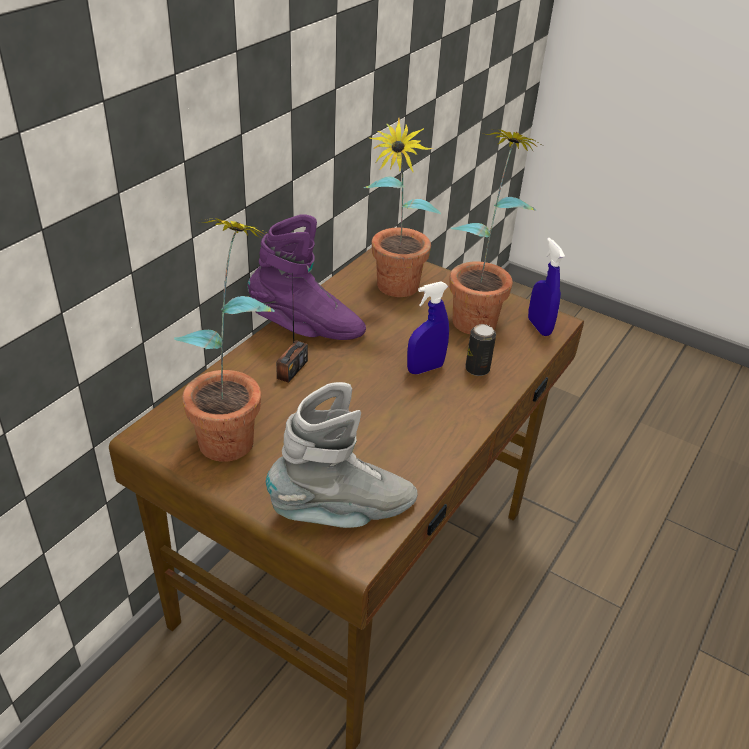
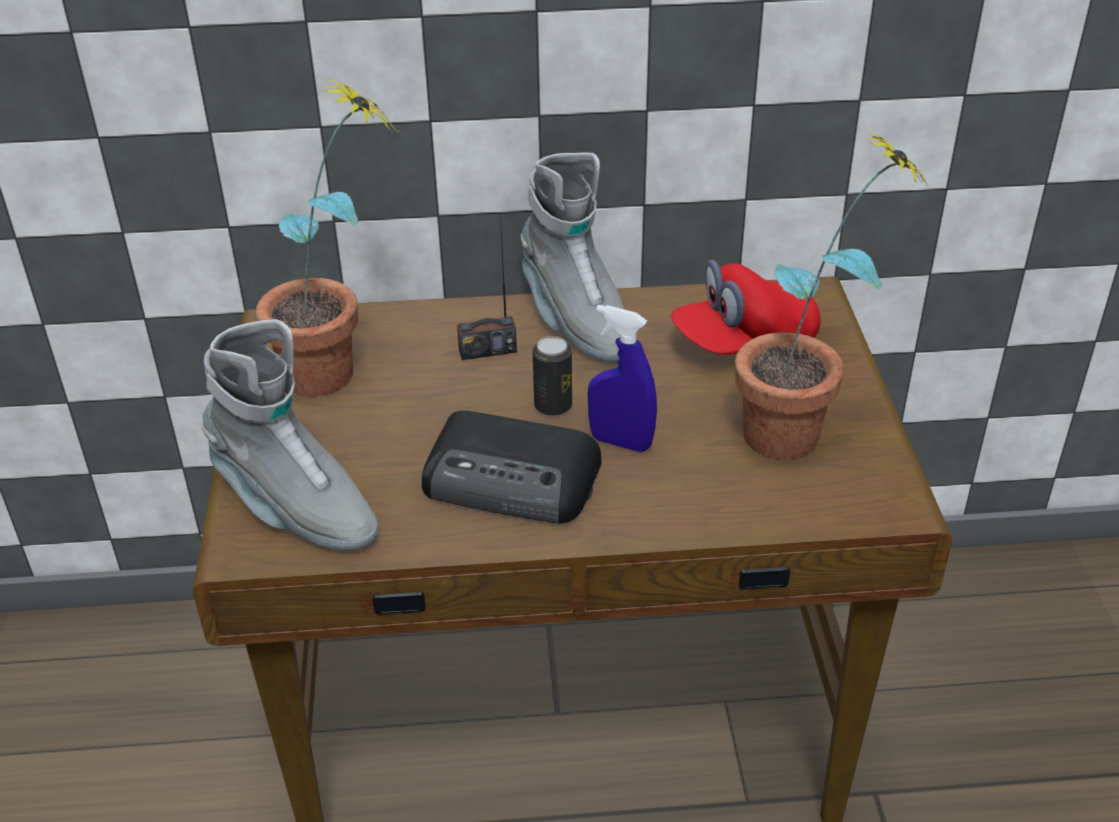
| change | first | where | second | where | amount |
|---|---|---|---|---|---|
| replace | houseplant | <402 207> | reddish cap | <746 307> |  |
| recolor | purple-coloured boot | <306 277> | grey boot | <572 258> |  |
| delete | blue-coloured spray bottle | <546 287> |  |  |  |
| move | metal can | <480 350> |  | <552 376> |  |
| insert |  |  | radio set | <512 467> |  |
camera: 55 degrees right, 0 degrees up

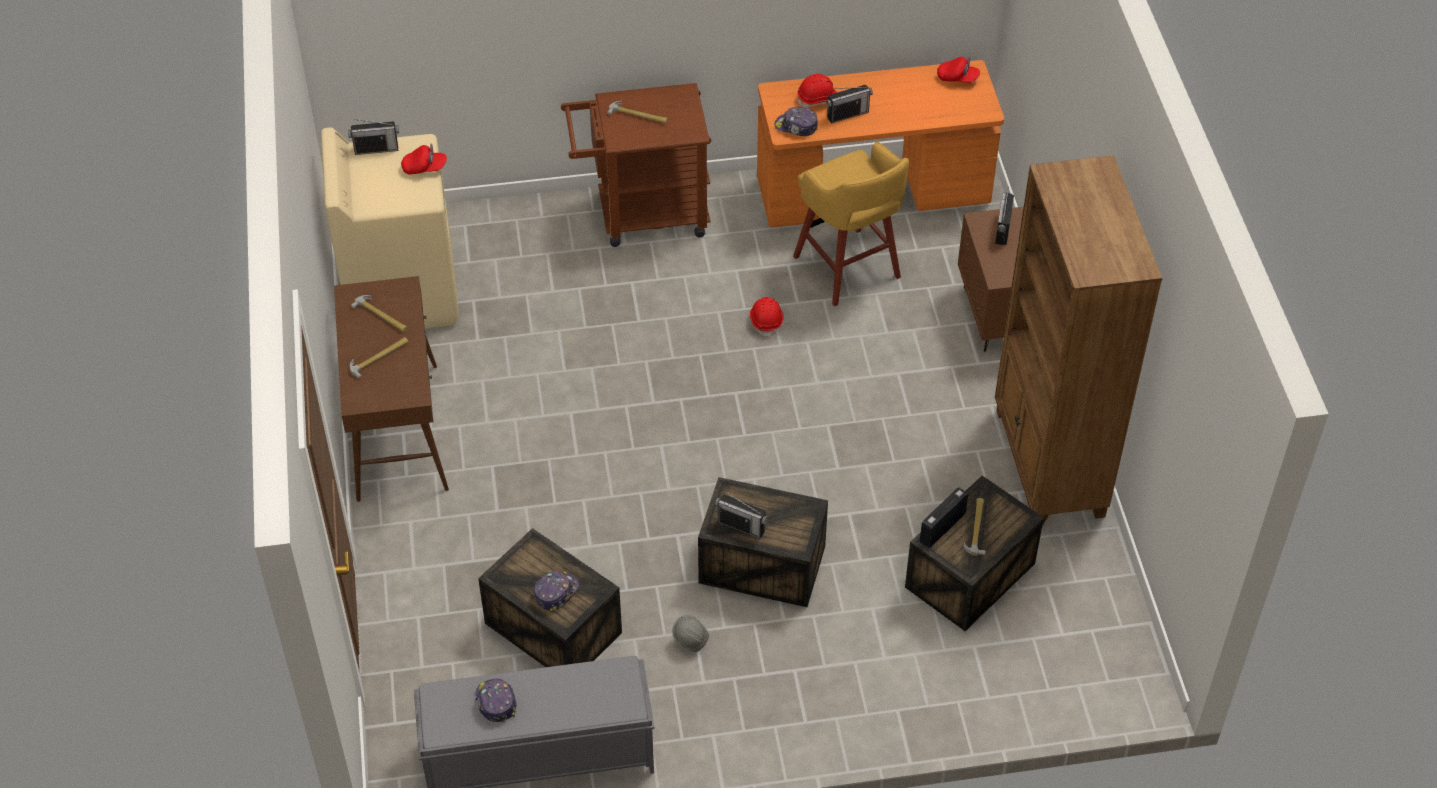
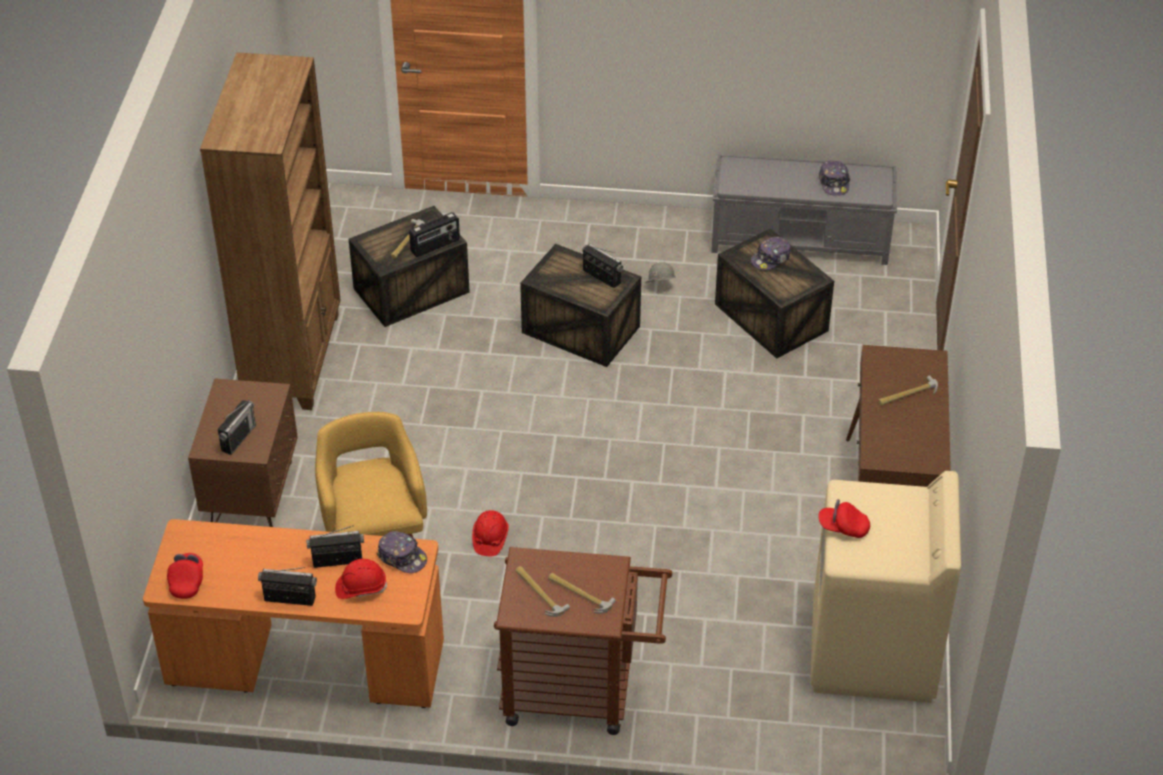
| change | first | where | second | where | amount |
|---|---|---|---|---|---|
| rotate | reddish cap | <958 70> |  | <185 576> | 60 degrees clockwise |
| move | radio set | <373 137> |  | <287 586> |  |
| move | tool hammer | <379 313> |  | <542 591> |  |
camera: 165 degrees left, 5 degrees down

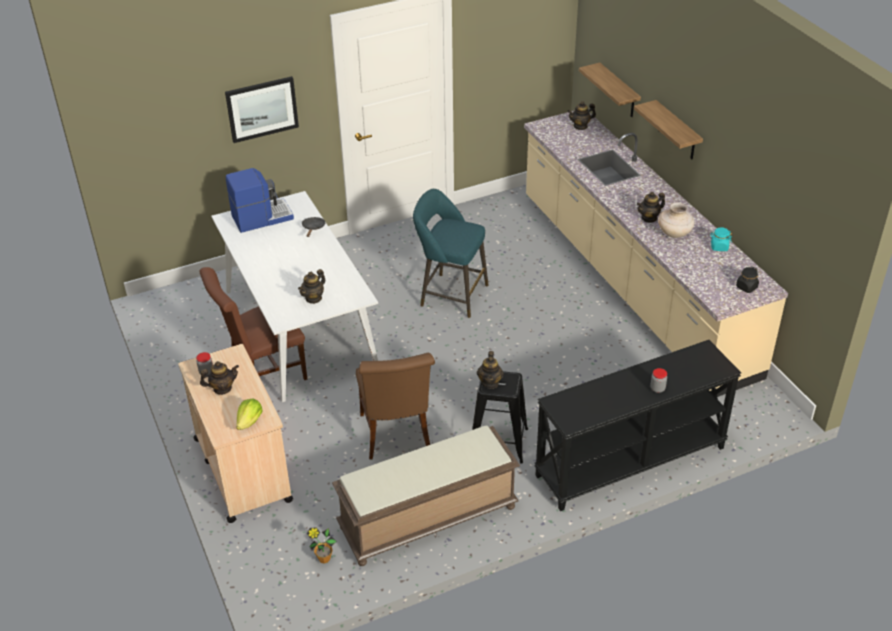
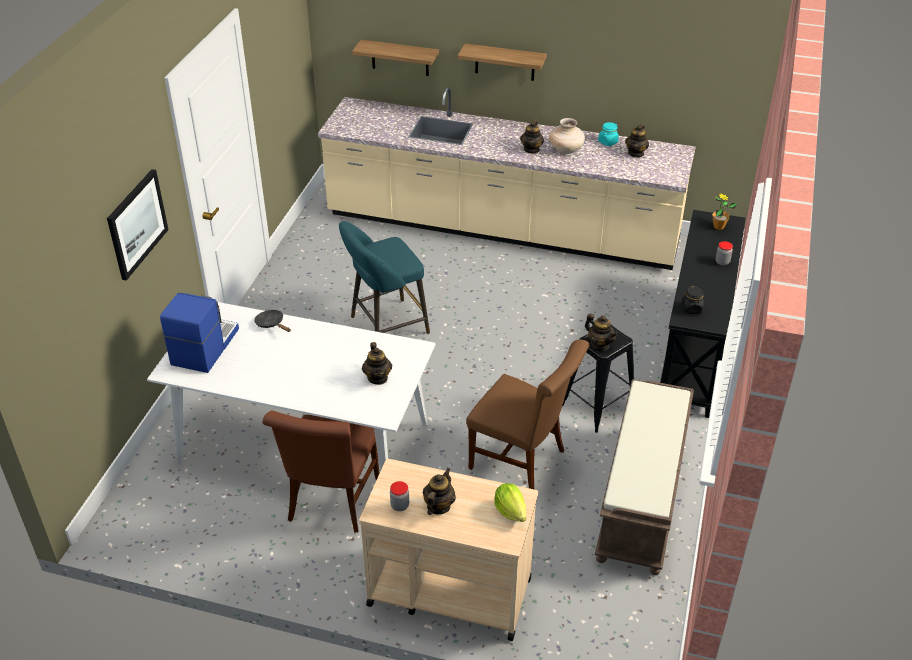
| change | first | where | second | where | amount |
|---|---|---|---|---|---|
| move | pot for tea | <581 115> |  | <637 141> |  |
| move | black-coloured storage jar | <747 280> |  | <693 300> |  |
| move | houseplant | <321 545> |  | <724 211> |  |
camera: 50 degrees left, 0 degrees up

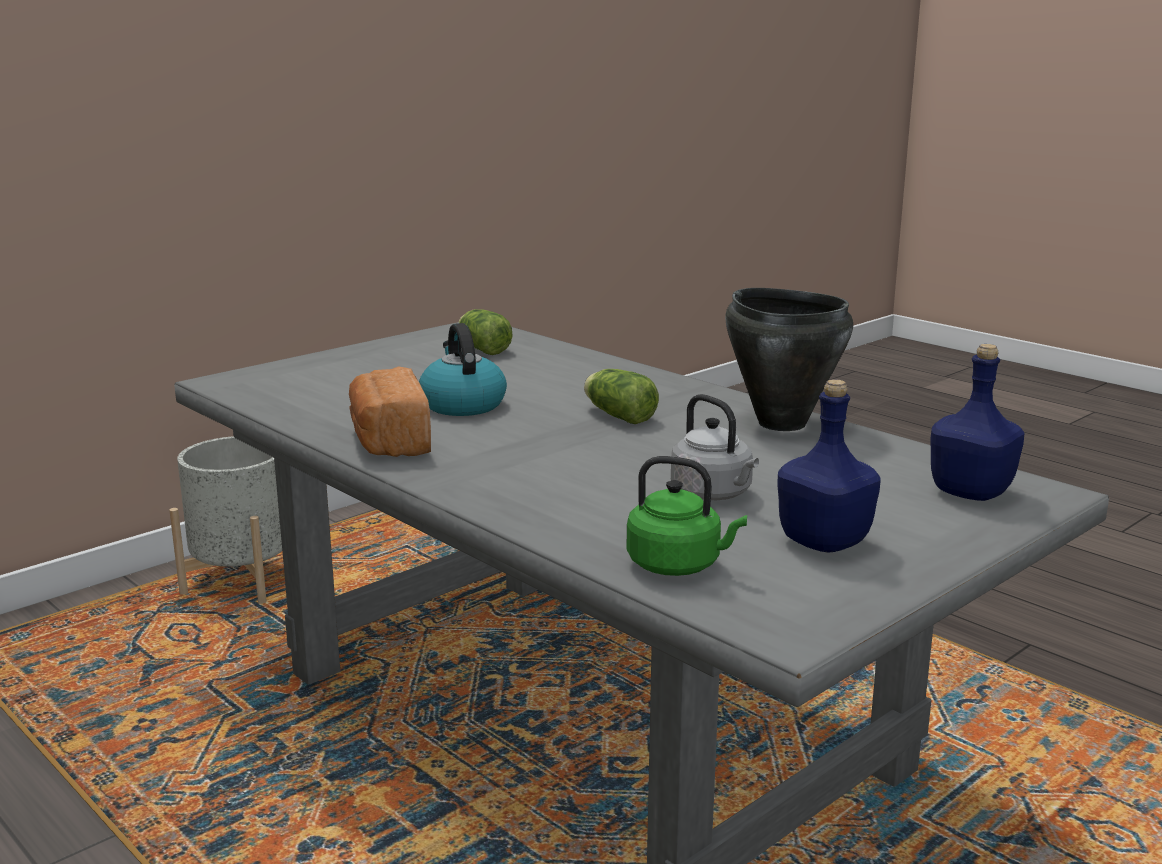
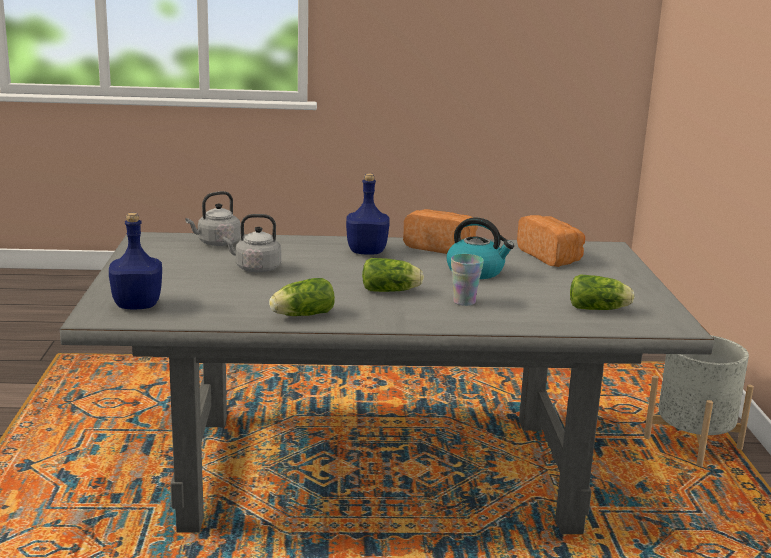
| change | first | where | second | where | amount |
|---|---|---|---|---|---|
| replace | black-coloured stockpot | <789 359> | head of lettuce | <302 297> |  |
| move | blue-coloured beverage bottle | <829 466> |  | <367 214> |  |
| recolor | green water kettle | <686 516> | grey water kettle | <213 218> |  |
| insert |  |  | bread | <551 241> |  |
| insert |  |  | small cup | <467 280> |  |
camera: 130 degrees right, 0 degrees up

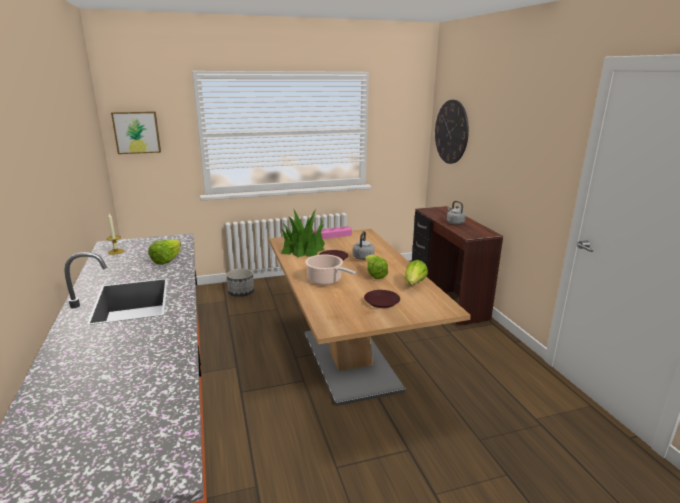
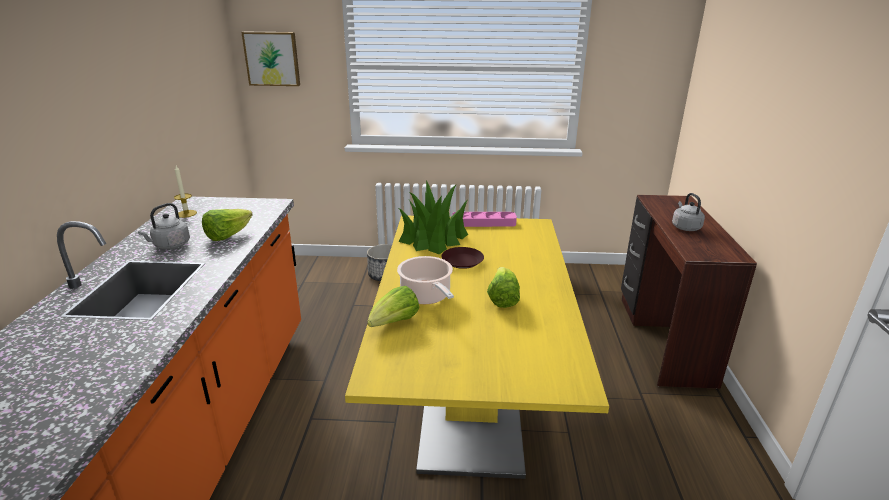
| change | first | where | second | where | amount |
|---|---|---|---|---|---|
| delete | wall clock | <452 132> |  |  |  |
| recolor | brown-coloured dining table | <370 317> | yellowish dining table | <477 347> |  |
| move | grey water kettle | <364 245> |  | <164 226> |  |
| move | head of lettuce | <416 272> |  | <393 306> |  |
| delete | brown-coloured flat dish | <382 299> |  |  |  |
camera: 20 degrees right, 5 degrees up

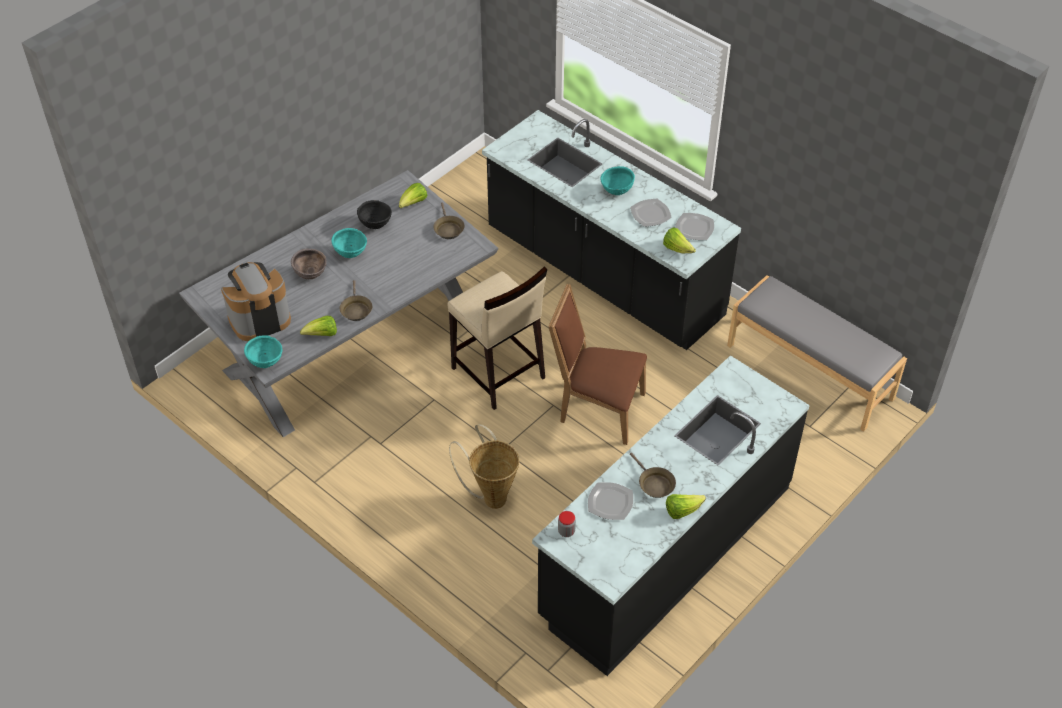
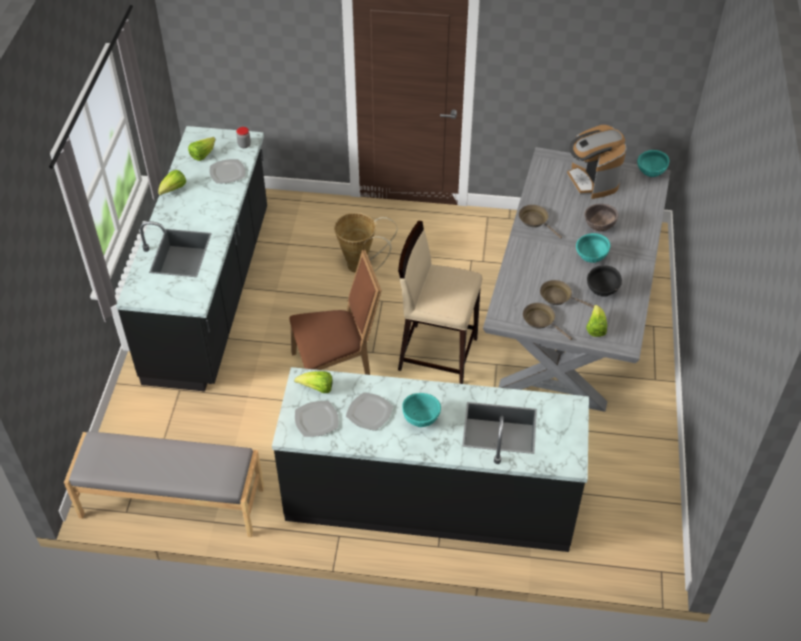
| change | first | where | second | where | amount |
|---|---|---|---|---|---|
| rotate | coffee machine | <256 301> |  | <597 162> | 135 degrees clockwise |
| move | head of lettuce | <318 326> |  | <202 149> |  |
| move | turquoise serving bowl | <263 351> |  | <653 163> |  |
| move | brown-coloured frying pan | <653 475> |  | <567 294> |  |
camera: 145 degrees right, 0 degrees up

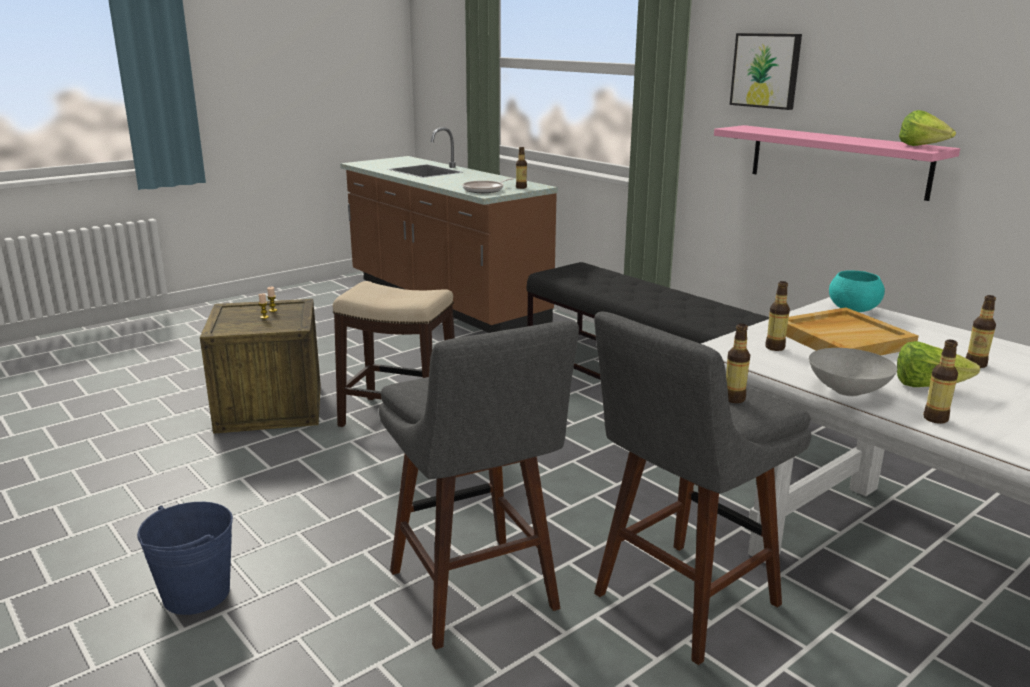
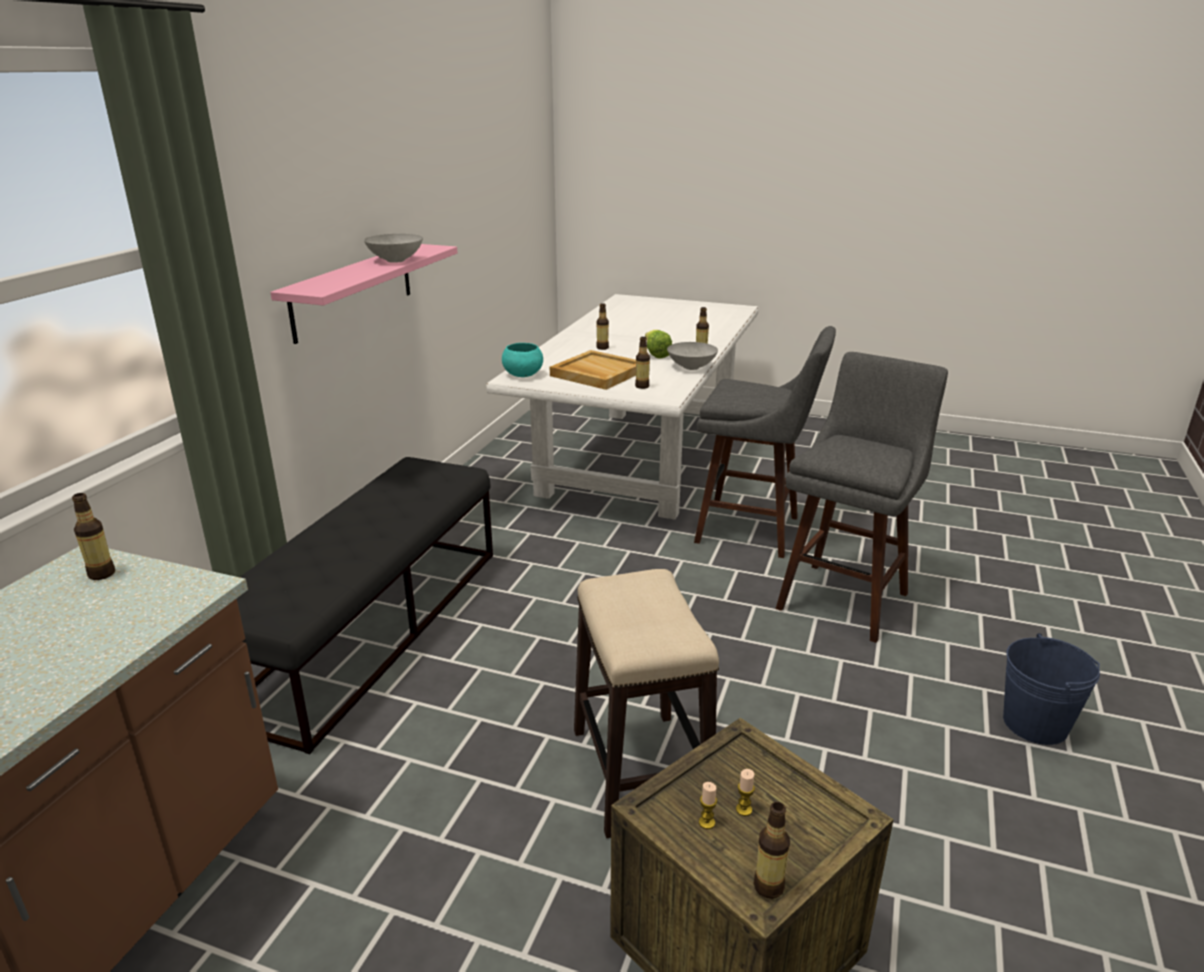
| change | first | where | second | where | amount |
|---|---|---|---|---|---|
| delete | wall art | <766 71> |  |  |  |
| delete | head of lettuce | <927 128> |  |  |  |
| delete | frying pan | <488 185> |  |  |  |
| move | beverage bottle | <738 363> |  | <772 850> |  |
| insert |  |  | grey serving bowl | <393 248> |  |
camera: 120 degrees left, 5 degrees up

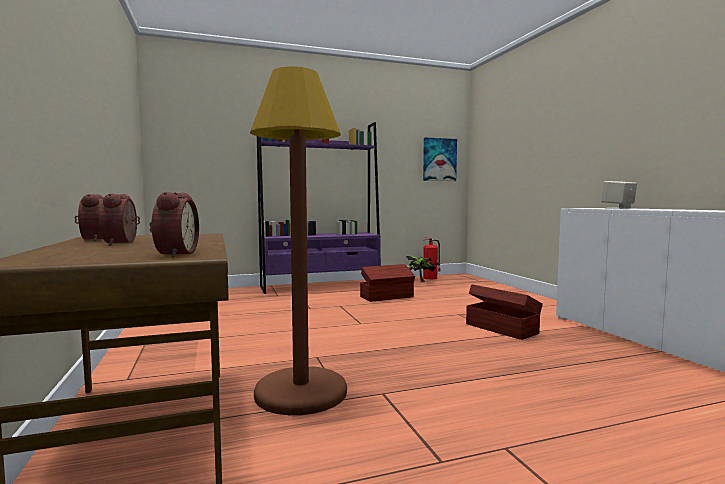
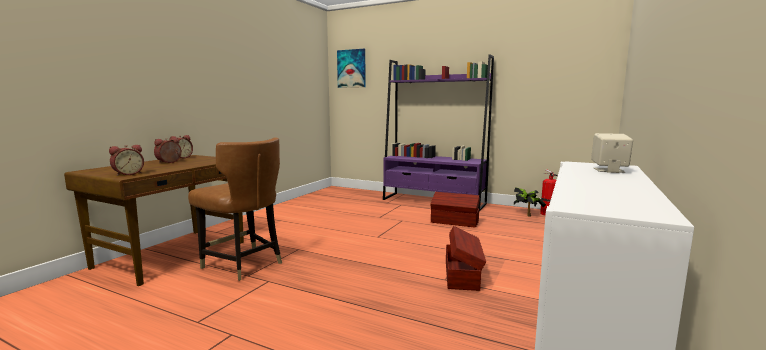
| change | first | where | second | where | amount |
|---|---|---|---|---|---|
| replace | brown-coloured standard lamp | <298 241> | brown-coloured chair | <235 209> |  |
| move | wall art | <440 159> |  | <351 68> |  |
camera: 45 degrees right, 5 degrees up

